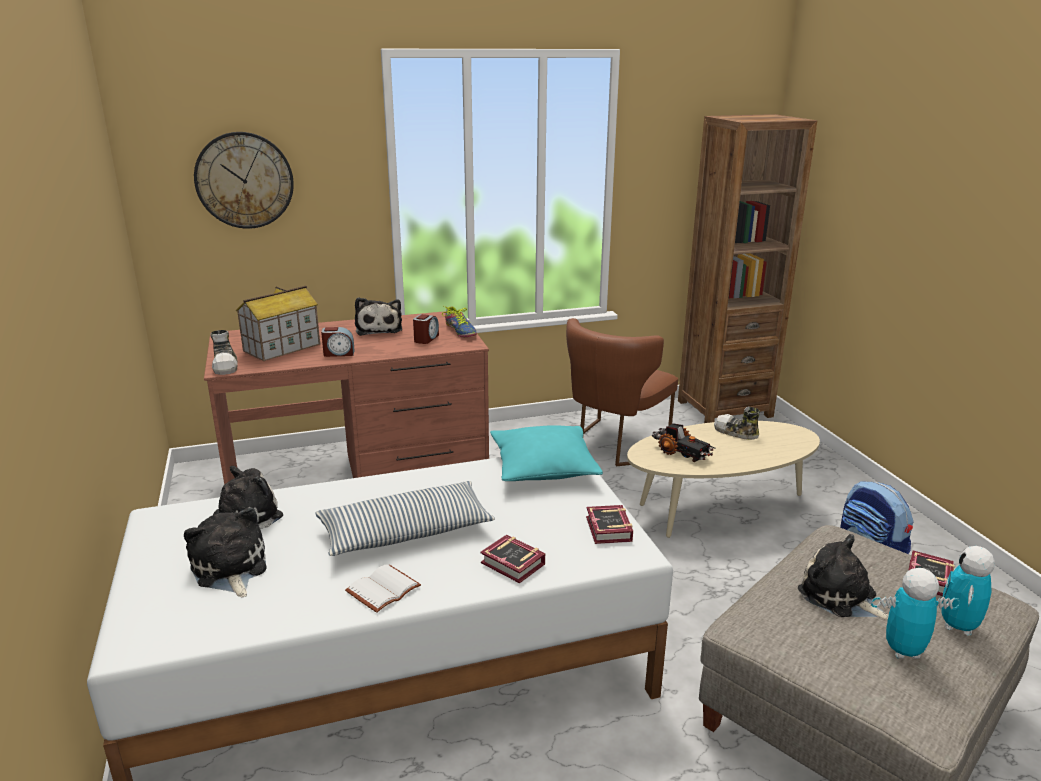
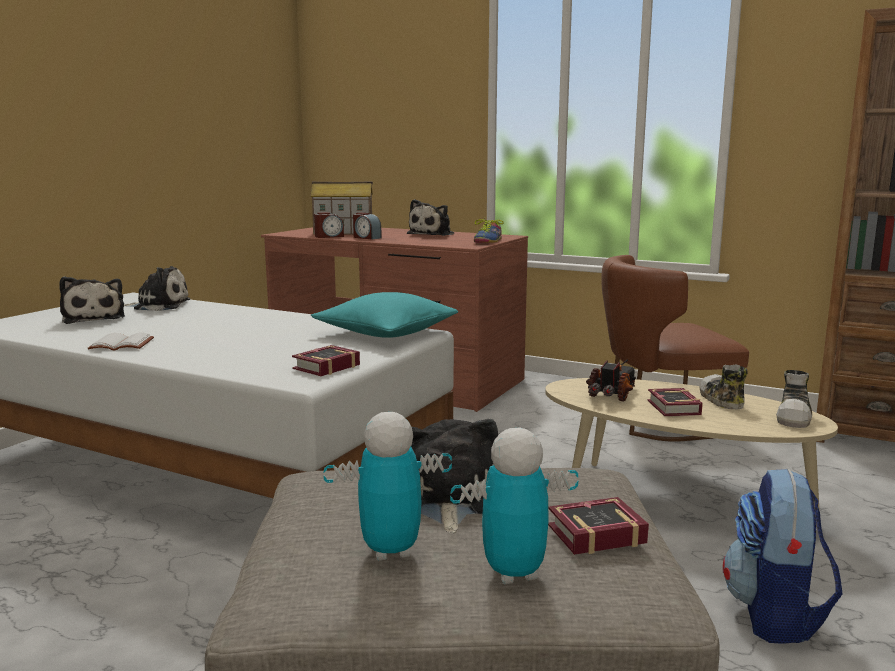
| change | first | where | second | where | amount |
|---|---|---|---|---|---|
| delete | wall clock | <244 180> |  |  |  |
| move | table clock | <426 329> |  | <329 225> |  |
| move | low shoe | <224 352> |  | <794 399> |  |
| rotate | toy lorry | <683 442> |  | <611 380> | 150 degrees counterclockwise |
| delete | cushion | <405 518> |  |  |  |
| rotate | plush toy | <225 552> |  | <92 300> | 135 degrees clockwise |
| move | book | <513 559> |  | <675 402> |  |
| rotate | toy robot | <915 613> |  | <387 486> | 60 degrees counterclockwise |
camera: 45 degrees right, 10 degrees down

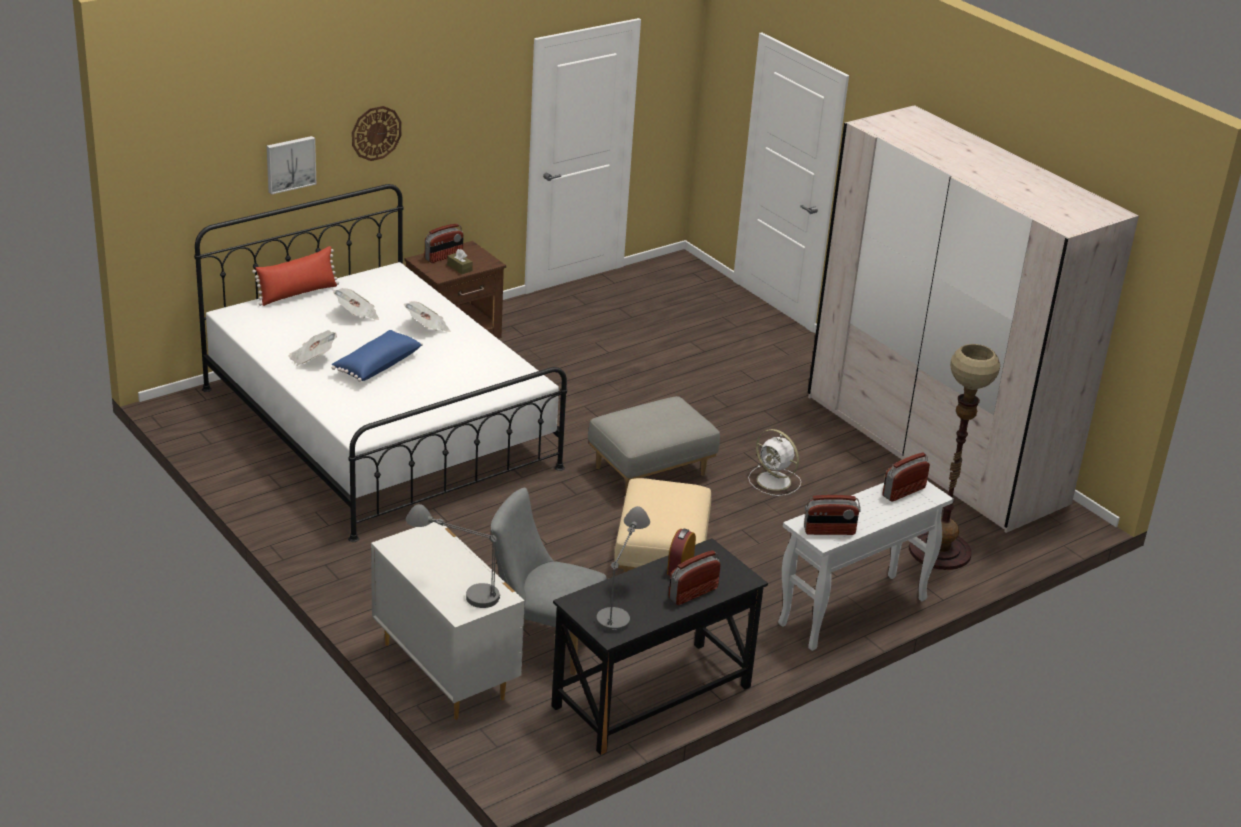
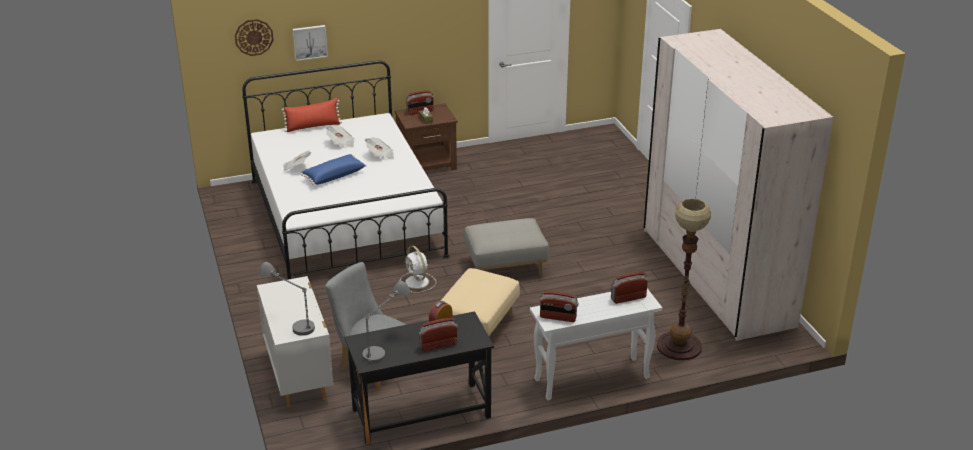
| change | first | where | second | where | amount |
|---|---|---|---|---|---|
| move | wall clock | <377 133> |  | <254 37> |  |
| move | white cooling fan | <774 462> |  | <418 269> |  |
camera: 20 degrees right, 0 degrees up

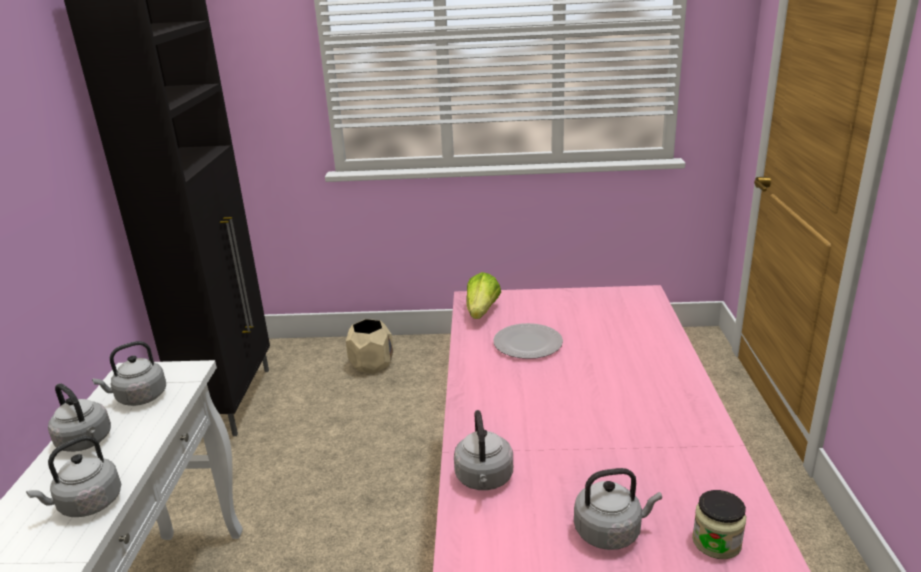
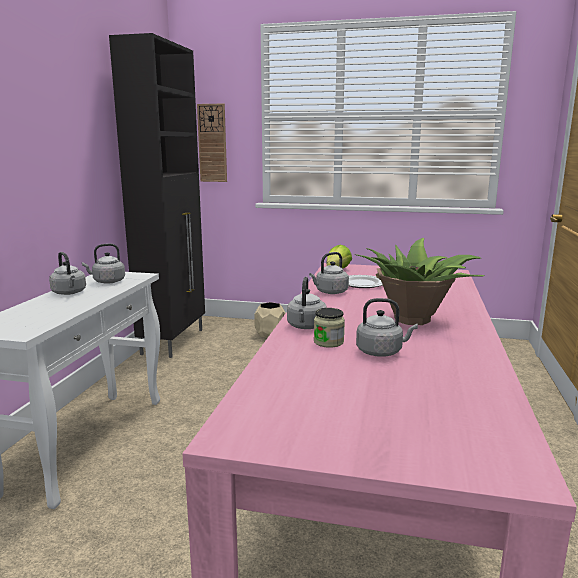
| change | first | where | second | where | amount |
|---|---|---|---|---|---|
| move | grey water kettle | <73 476> |  | <329 273> |  |
| move | storage jar | <719 524> |  | <329 328> |  |
| insert |  |  | wall clock | <212 143> |  |
| insert |  |  | houseplant | <420 281> |  |
camera: 10 degrees right, 10 degrees down

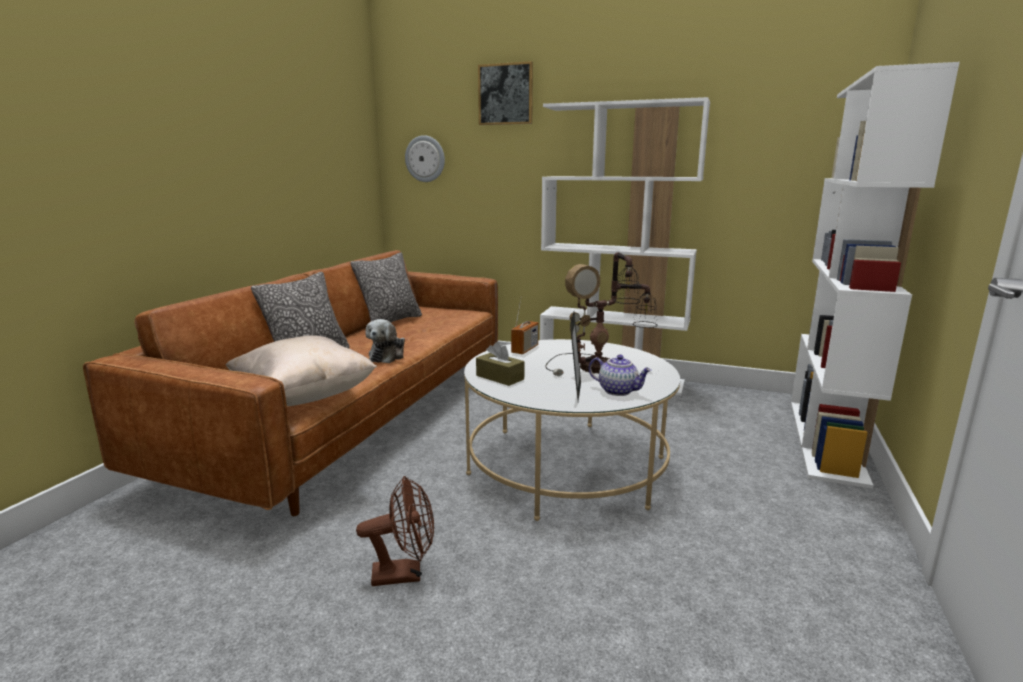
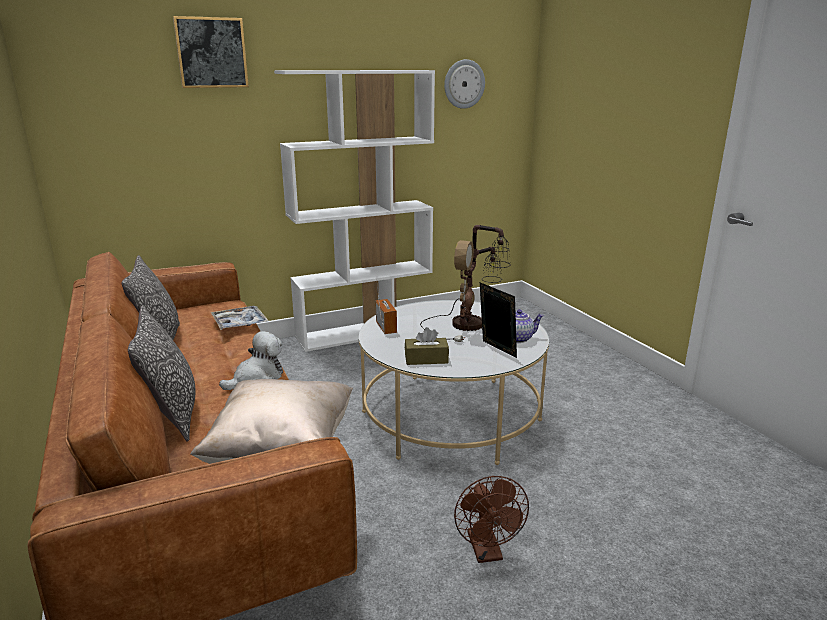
| change | first | where | second | where | amount |
|---|---|---|---|---|---|
| delete | white bookcase | <875 275> |  |  |  |
| move | wall clock | <425 158> |  | <464 84> |  |
| rotate | plush toy | <385 341> |  | <251 360> | 105 degrees counterclockwise |
| rotate | brown-coloured cooling fan | <395 531> |  | <491 519> | 135 degrees clockwise |
| insert |  |  | tray | <240 318> |  |
camera: 45 degrees left, 5 degrees up

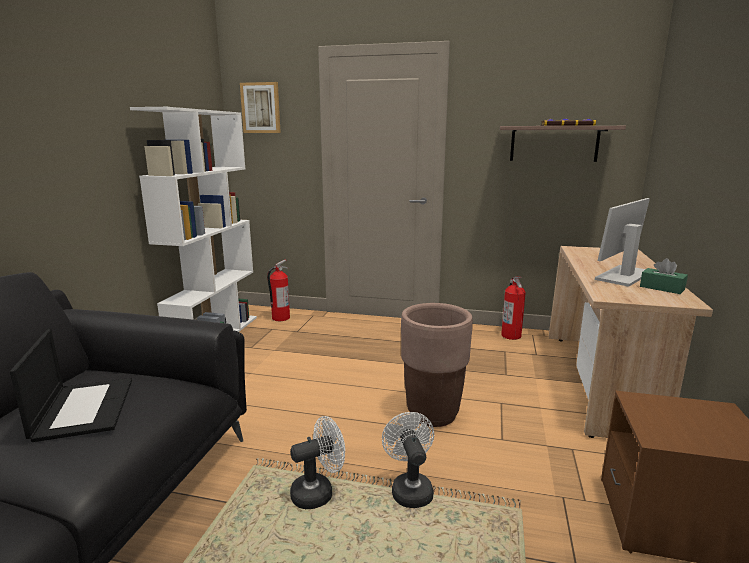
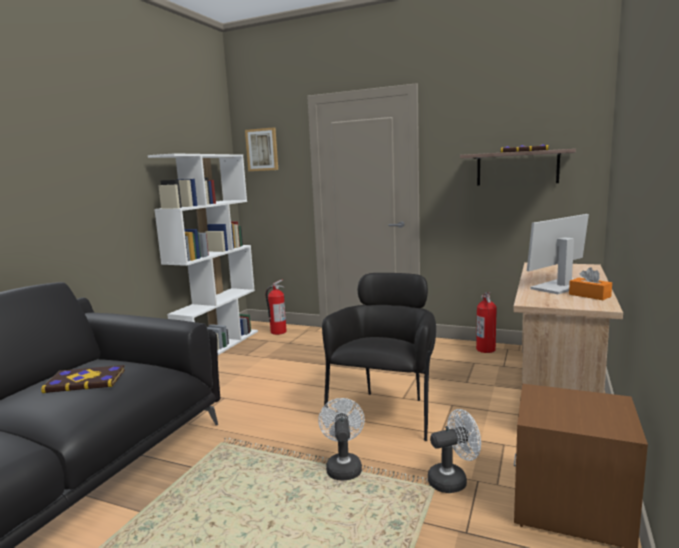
| change | first | where | second | where | amount |
|---|---|---|---|---|---|
| recolor | green tissue box | <664 276> | orangey tissue box | <590 283> |  |
| replace | brown-coloured plant pot | <437 365> | black-coloured lounge chair | <379 357> |  |
| replace | laptop | <71 385> | book | <83 379> |  |
| move | white cooling fan | <317 462> |  | <454 451> |  |
camera: 10 degrees right, 5 degrees down

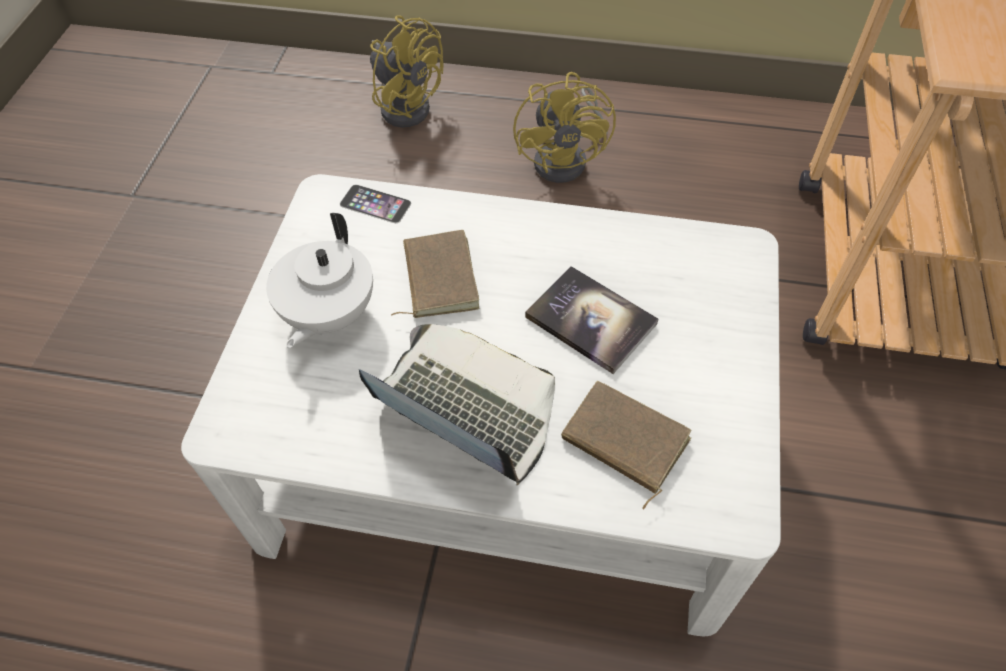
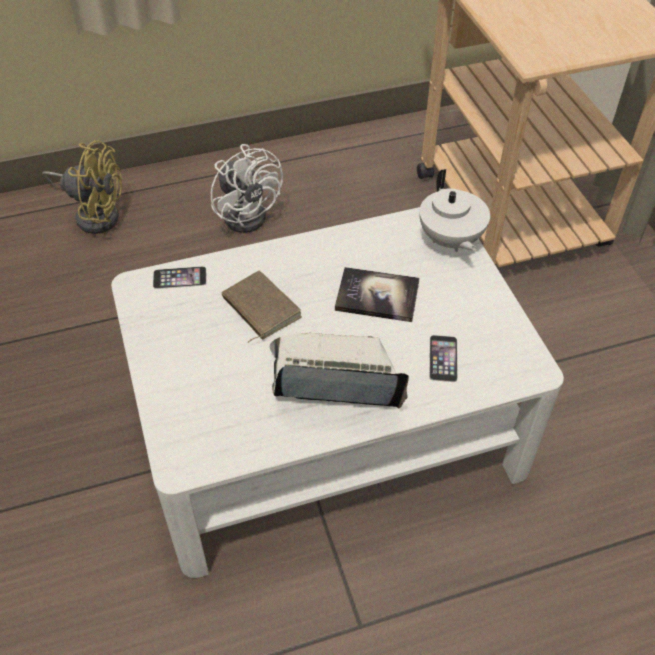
| change | first | where | second | where | amount |
|---|---|---|---|---|---|
| recolor | yellowish cooling fan | <564 127> | white cooling fan | <247 188> |  |
| move | white pot for tea | <319 280> |  | <454 210> |  |
| replace | brown-coloured book | <626 445> | telephone | <443 358> |  |
camera: 30 degrees left, 5 degrees down

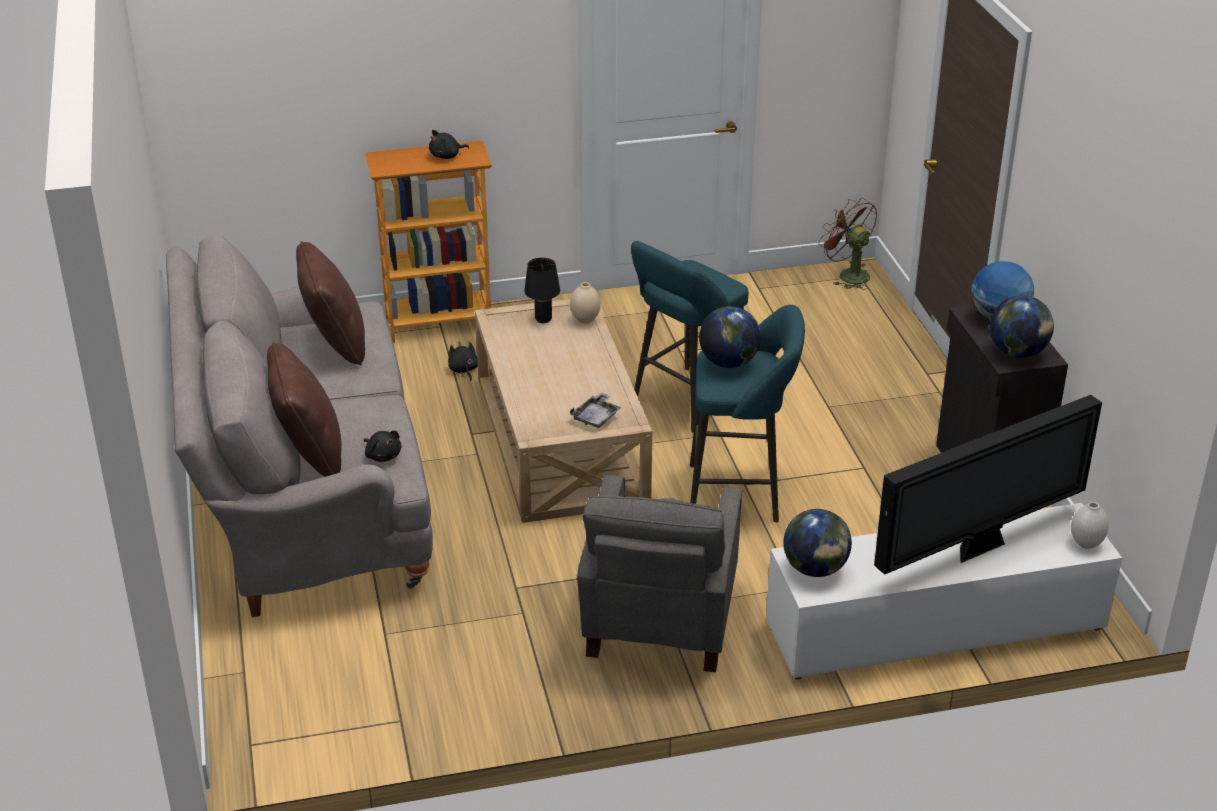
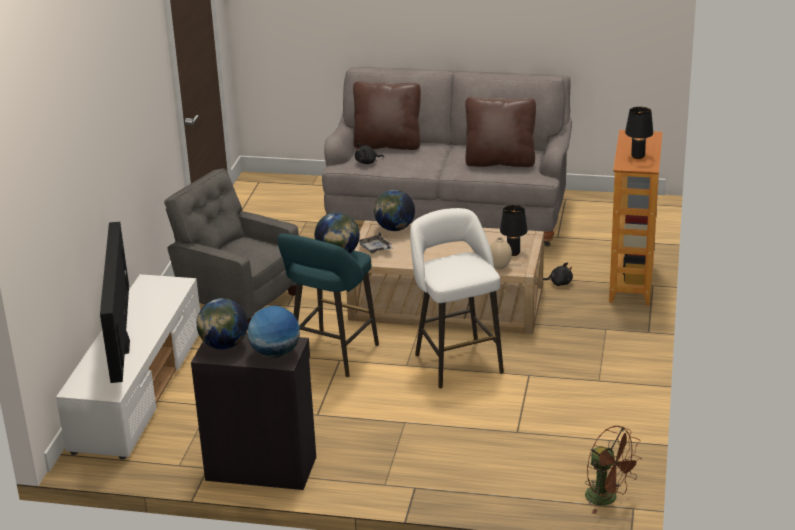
| change | first | where | second | where | amount |
|---|---|---|---|---|---|
| replace | black-coloured plush toy | <449 144> | black-coloured lamp for a table | <639 133> |  |
| rotate | brown-coloured cooling fan | <847 244> |  | <613 470> | 60 degrees clockwise |
| recolor | turquoise stool seat | <689 337> | white stool seat | <457 298> |  |
| delete | white flower vase | <1090 525> |  |  |  |
| move | globe | <817 543> |  | <394 210> |  |
camera: 115 degrees right, 5 degrees down

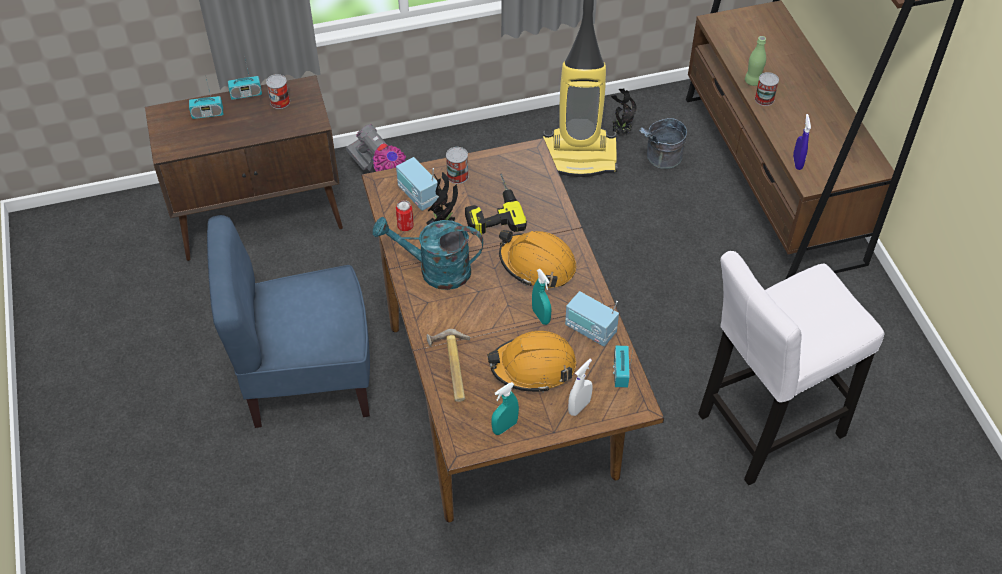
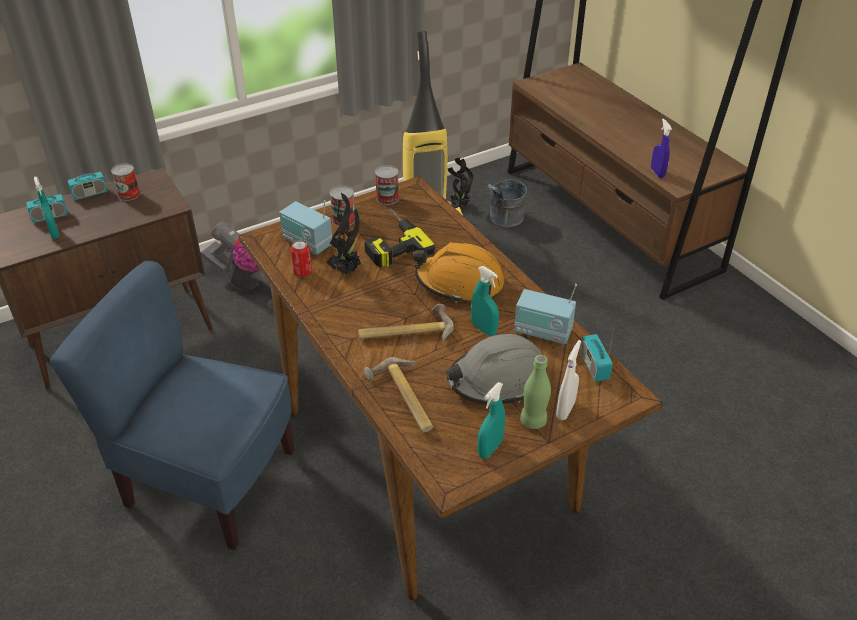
| change | first | where | second | where | amount |
|---|---|---|---|---|---|
| move | green beverage bottle | <755 61> |  | <535 392> |  |
| move | metal can | <767 89> |  | <387 185> |  |
| rotate | blue-coloured chair | <288 321> |  | <172 405> | 45 degrees clockwise |
| delete | turquoise watering can | <428 253> |  |  |  |
| delete | white stool seat | <791 368> |  |  |  |
| recolor | orangey safety helmet | <531 362> | grey safety helmet | <496 369> |  |
| insert |  |  | turquoise spray bottle | <46 207> |  |
| insert |  |  | tool hammer | <406 323> |  |
camera: 15 degrees left, 10 degrees down

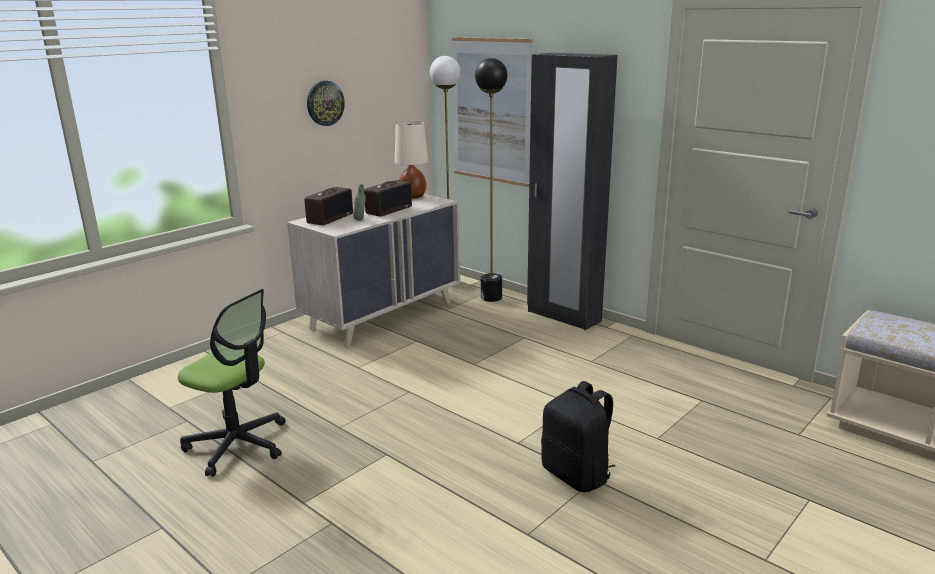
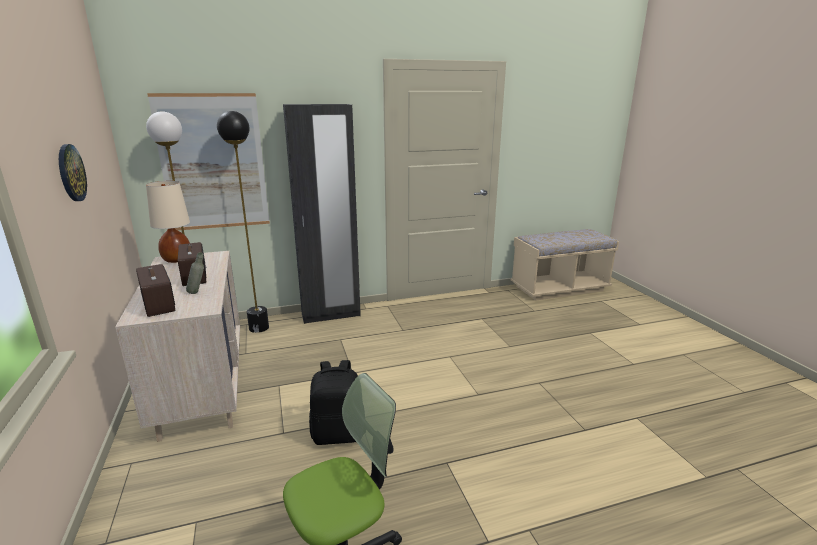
| change | first | where | second | where | amount |
|---|---|---|---|---|---|
| move | black-coloured backpack | <578 436> |  | <333 402> |  |
camera: 60 degrees left, 0 degrees up

